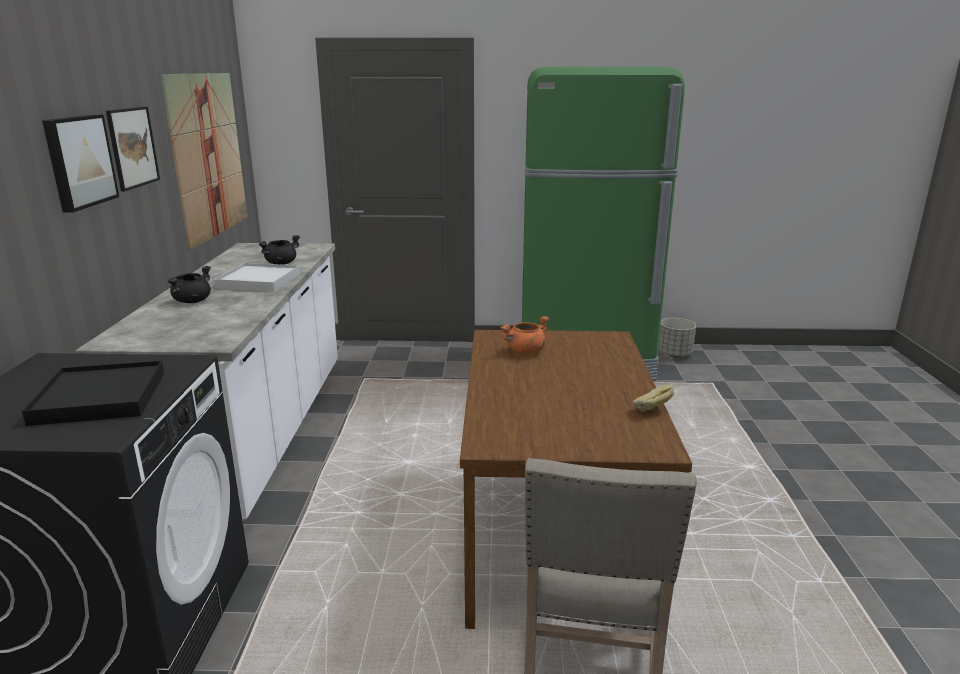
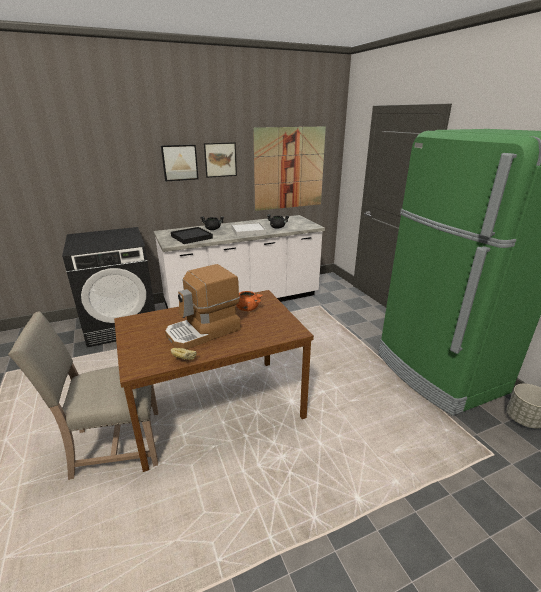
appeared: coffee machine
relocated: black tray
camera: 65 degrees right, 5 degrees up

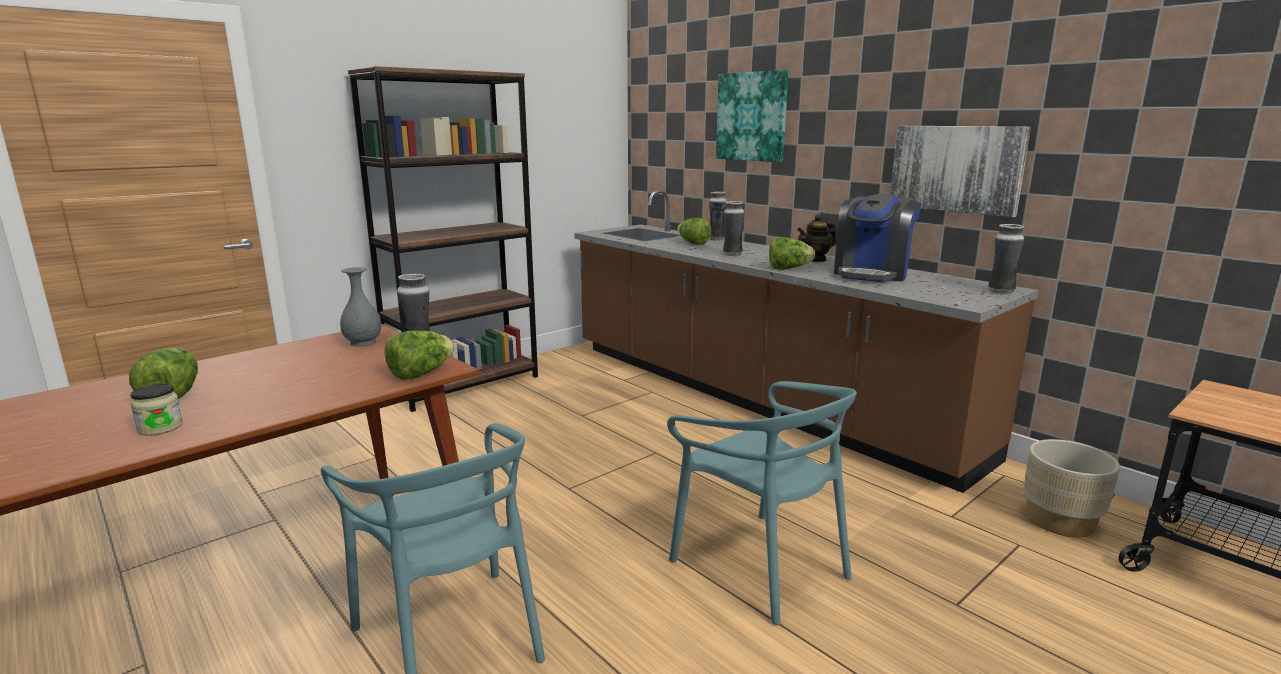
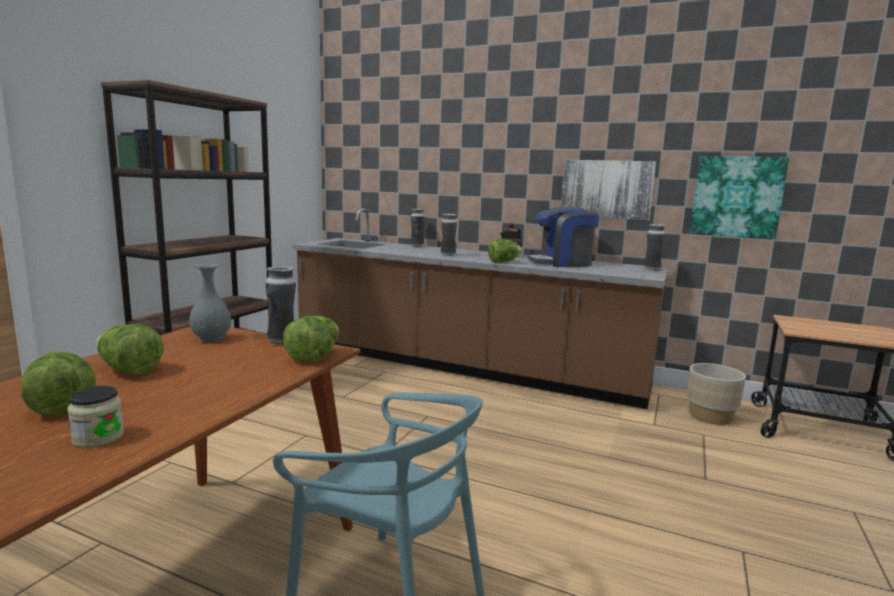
missing: turquoise chair (no. 2 from left)
relocated: picture (no. 1 from left in the first image) to picture (no. 2 from left); lettuce (no. 3 from left in the first image) to lettuce (no. 2 from left)
spun: coffee machine 75 degrees clockwise
camera: 25 degrees left, 5 degrees down

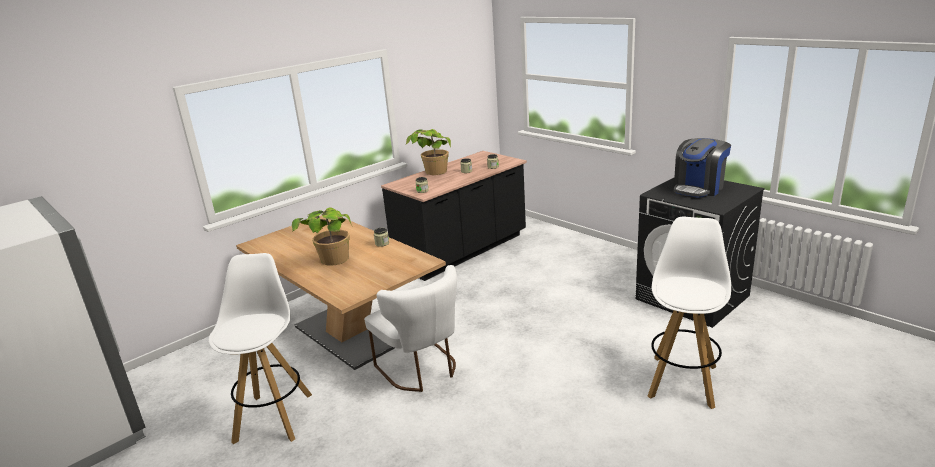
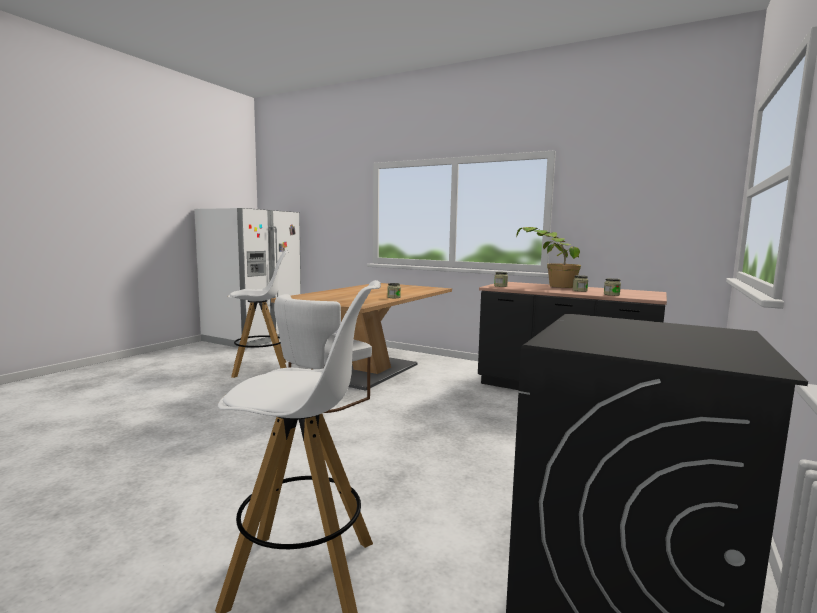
missing: coffee machine; potted plant (no. 1 from left)
camera: 70 degrees right, 15 degrees down

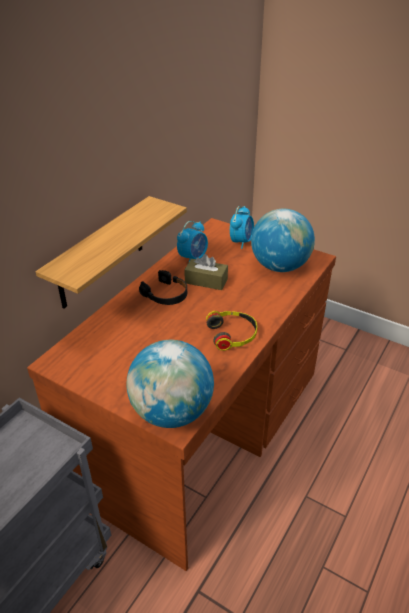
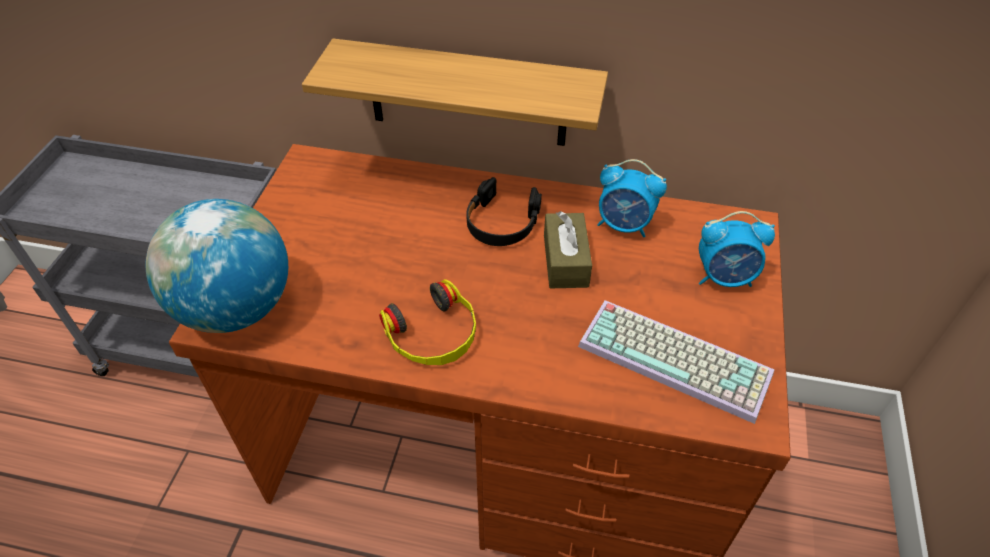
exchanged: globe (no. 2 from left) to keyboard
camera: 70 degrees right, 10 degrees up

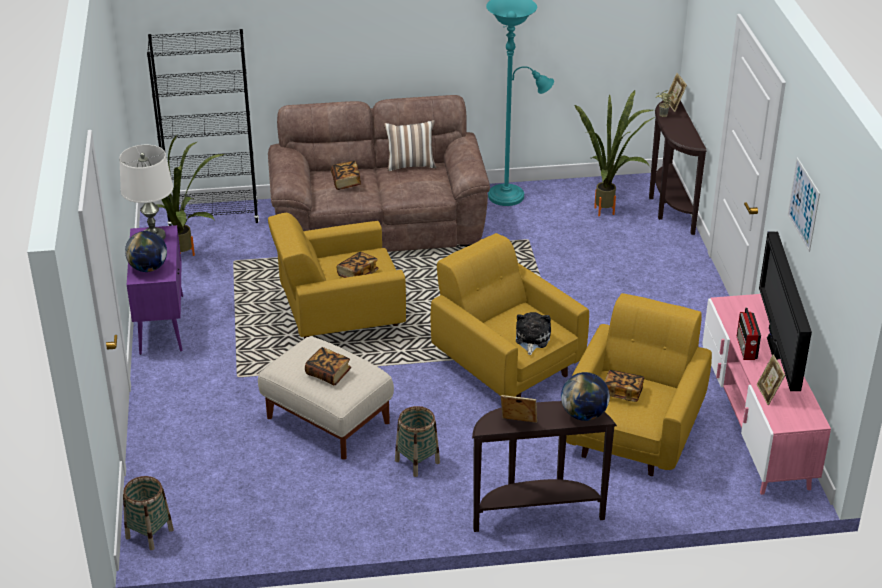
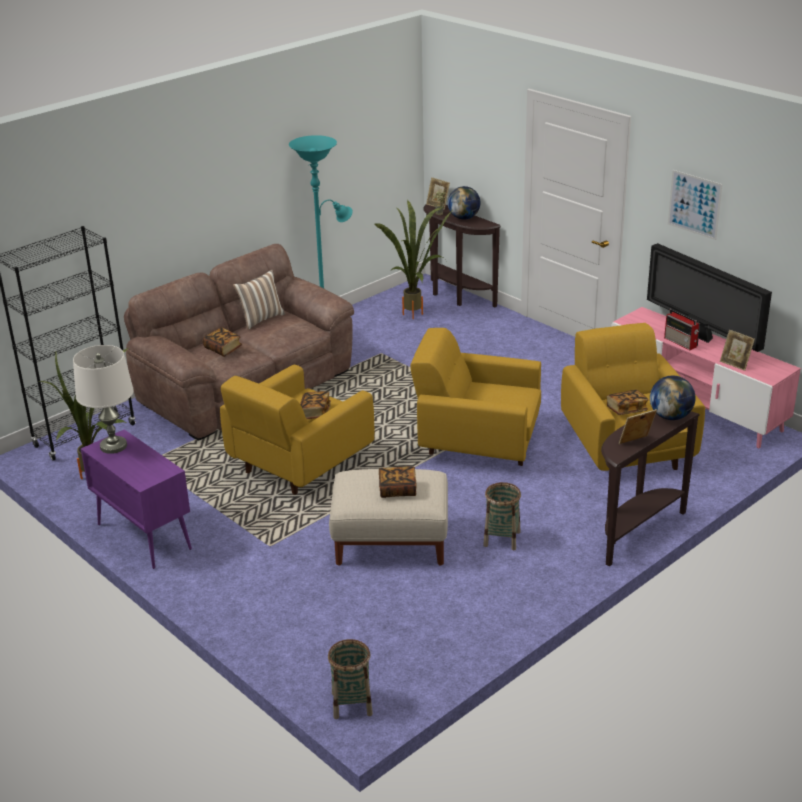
missing: plush toy
relocated: globe (no. 1 from left)
camera: 35 degrees left, 5 degrees down

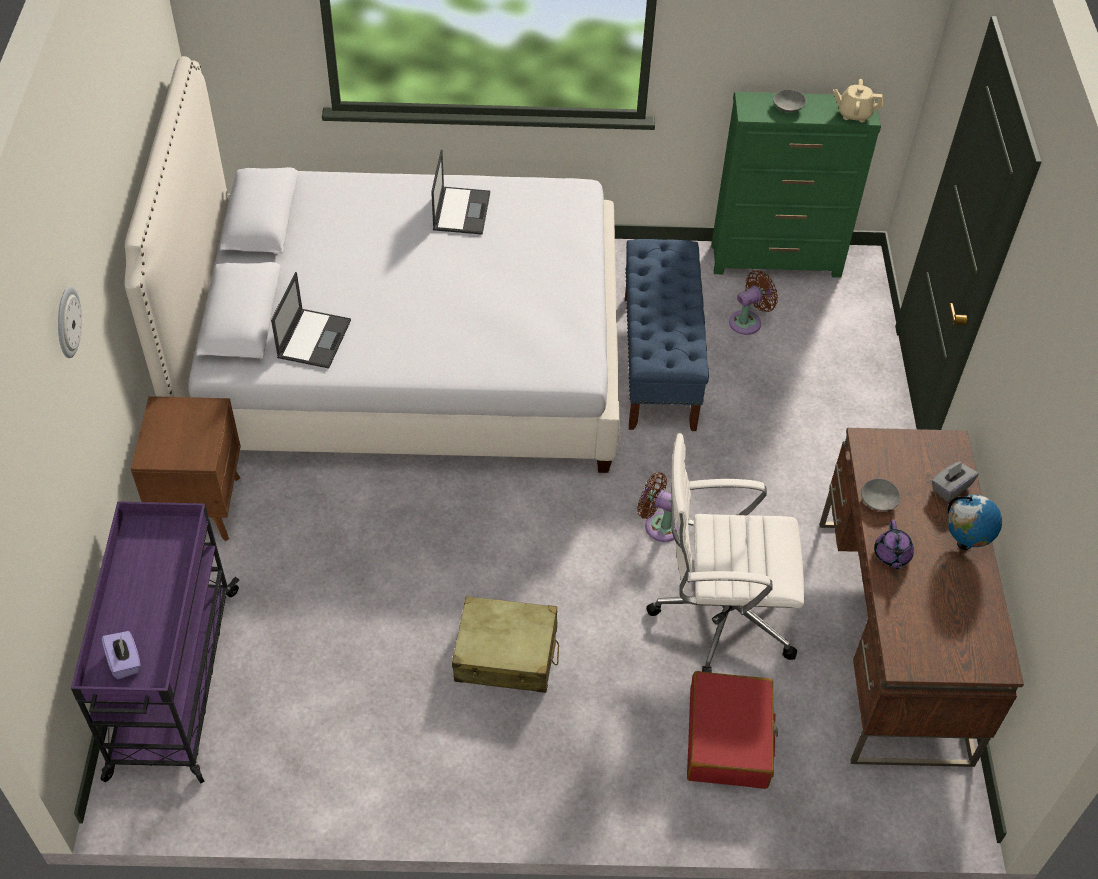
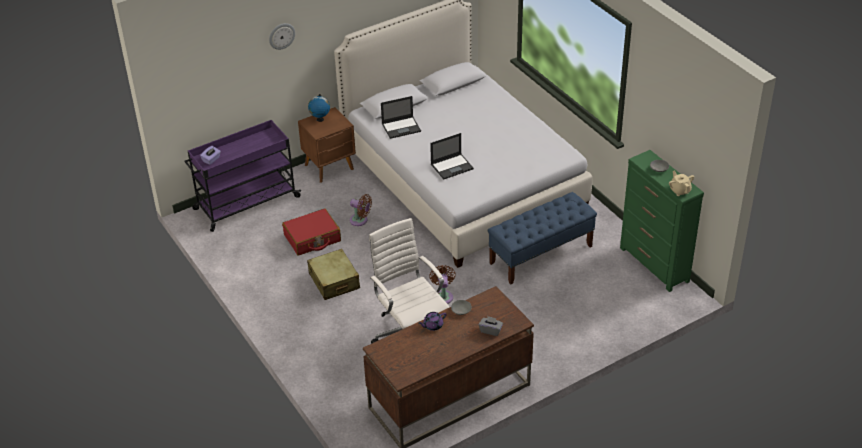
relocated: laptop (no. 2 from left); brown fan (no. 2 from left in the first image) to brown fan (no. 1 from left); globe; red suitcase
camera: 60 degrees right, 10 degrees down

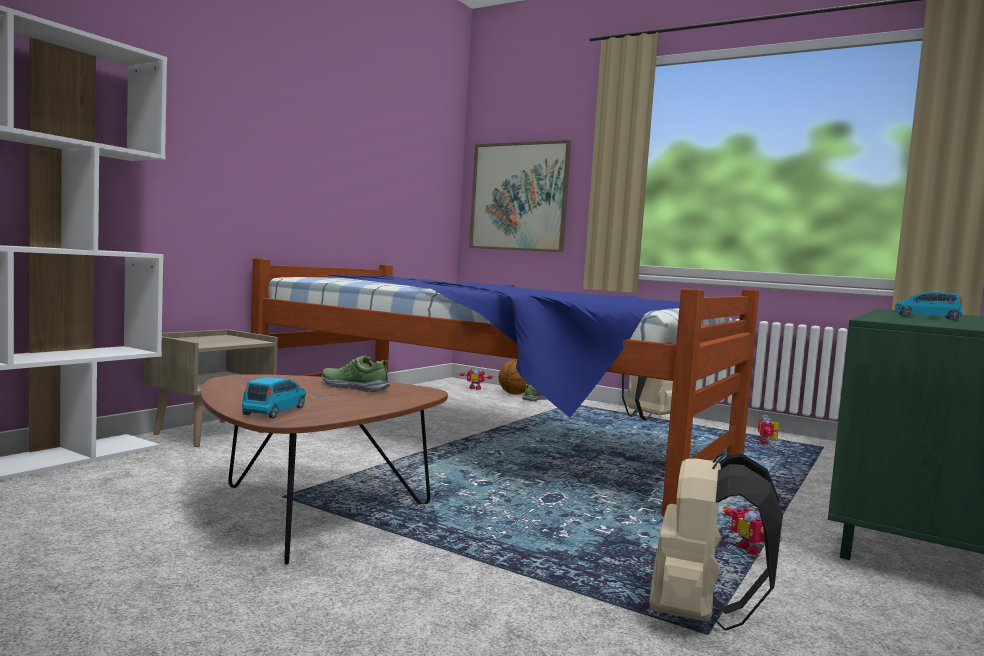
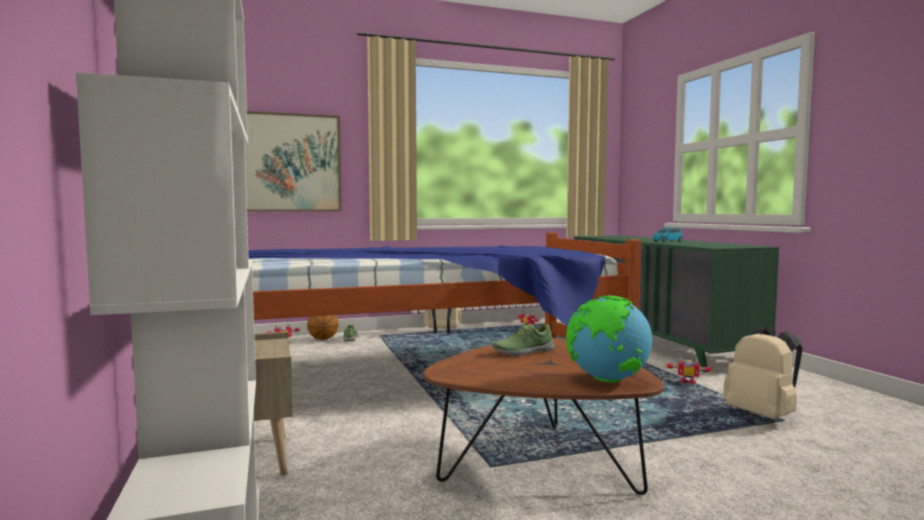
exchanged: blue toy car (no. 1 from left) to globe
camera: 50 degrees left, 0 degrees up

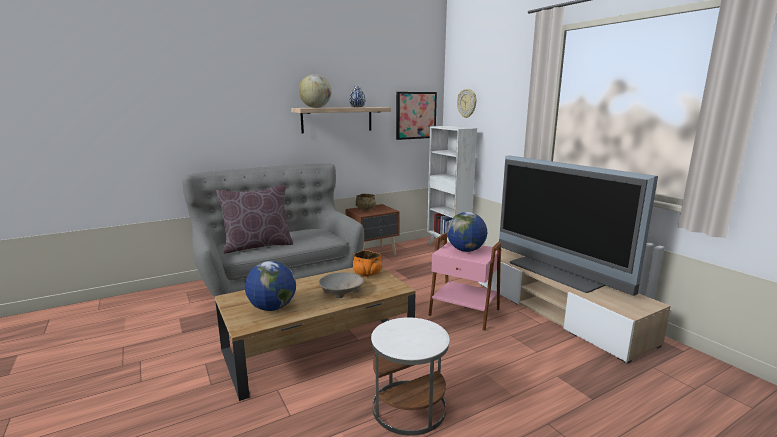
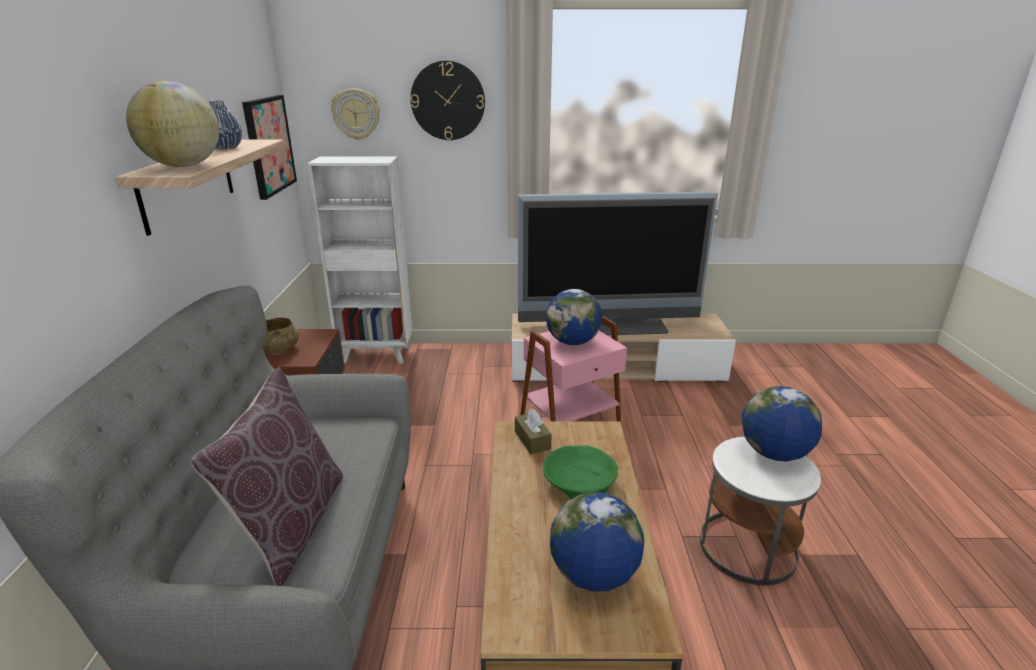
appeared: wall clock (no. 2 from left); globe (no. 4 from left)
exchanged: orange bowl to brown tissue box
colour: beige bowl (no. 1 from left) to green bowl
camera: 60 degrees left, 10 degrees up

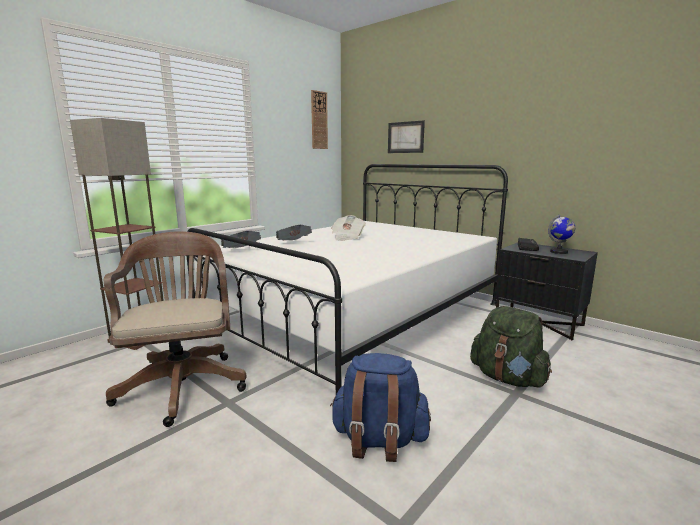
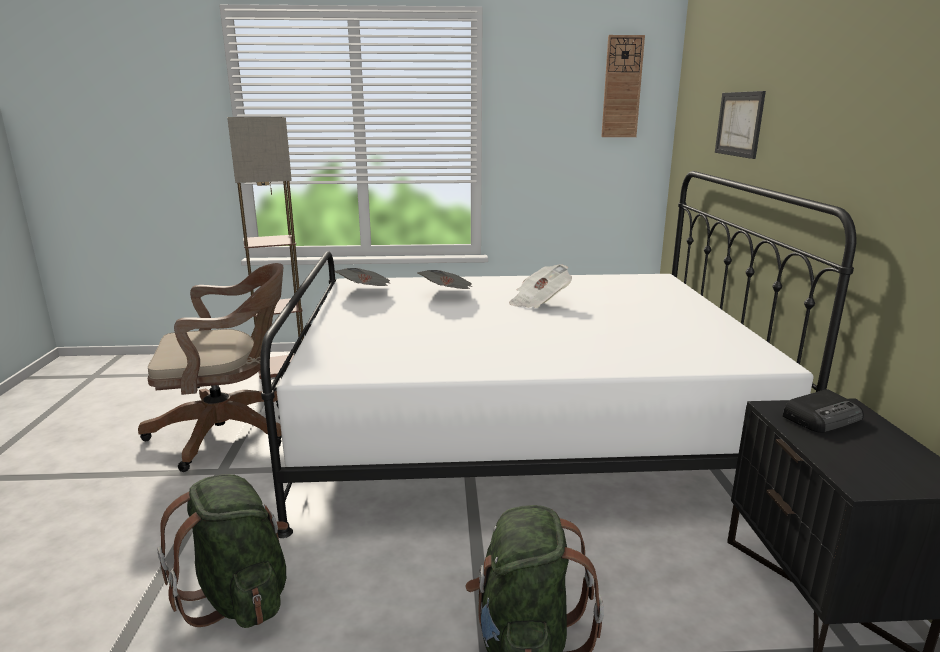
missing: globe
colour: blue backpack to green backpack (no. 1 from left)
spun: brown office chair 45 degrees clockwise
camera: 45 degrees right, 5 degrees up

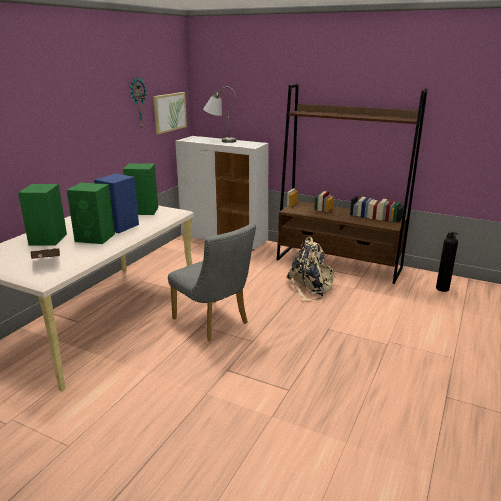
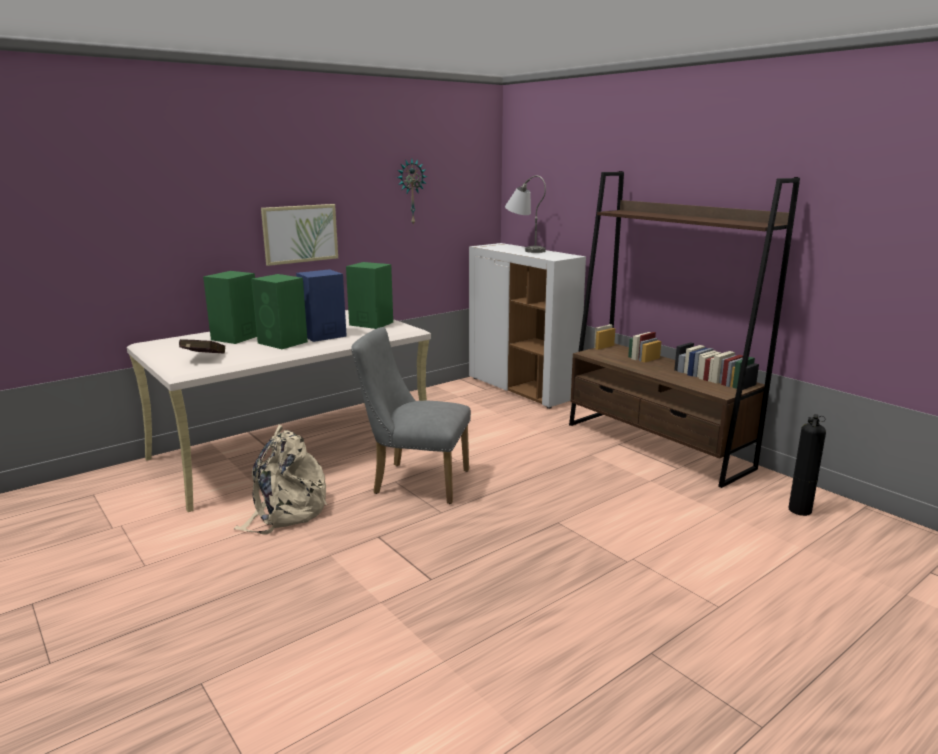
relocated: picture; beige backpack
spun: grey chair 120 degrees clockwise
camera: 25 degrees right, 5 degrees down

